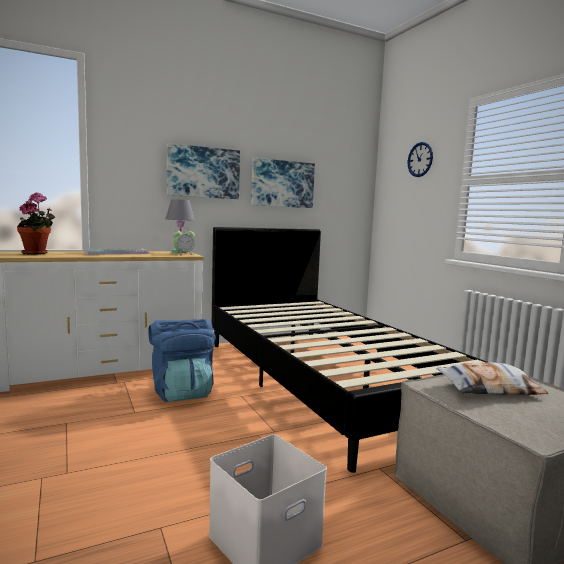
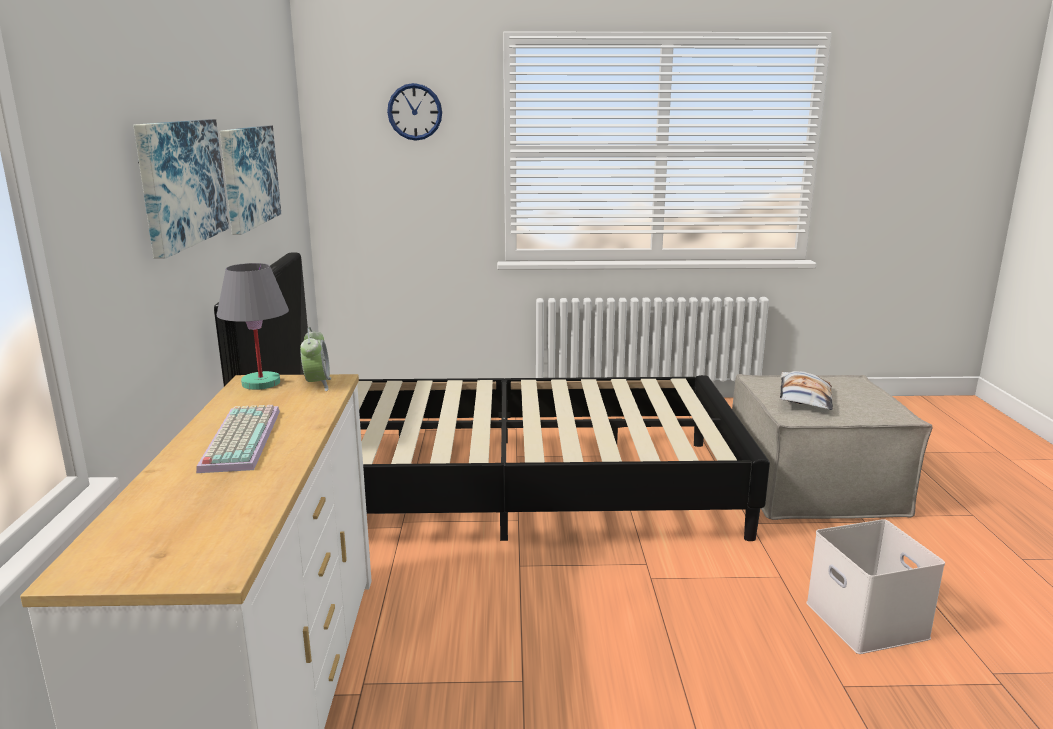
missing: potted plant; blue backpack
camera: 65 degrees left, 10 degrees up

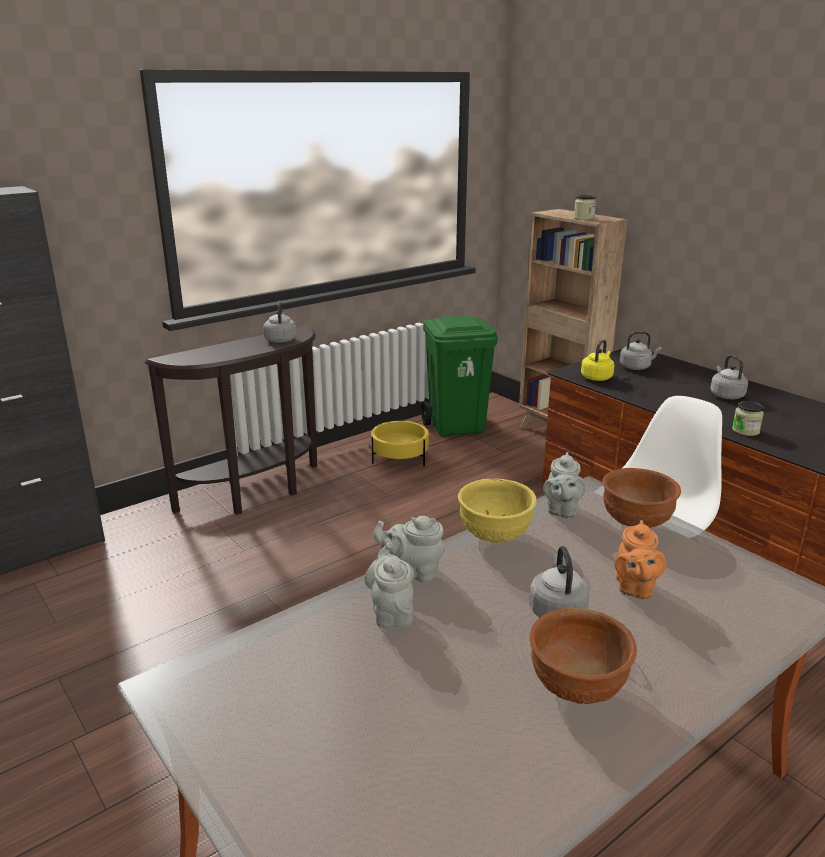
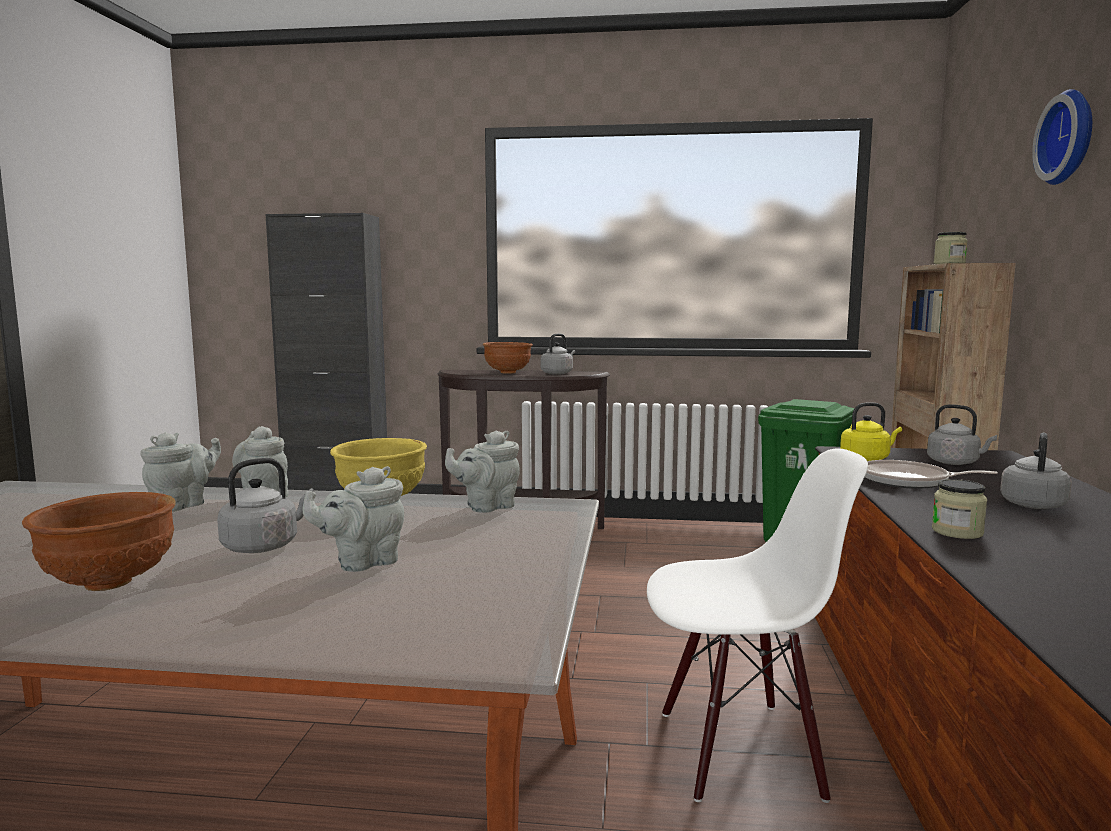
missing: yellow planter
appeared: wall clock; frying pan
relocated: brown bowl (no. 2 from left)
colour: orange teapot to grey teapot (no. 3 from left)
camera: 45 degrees right, 15 degrees down

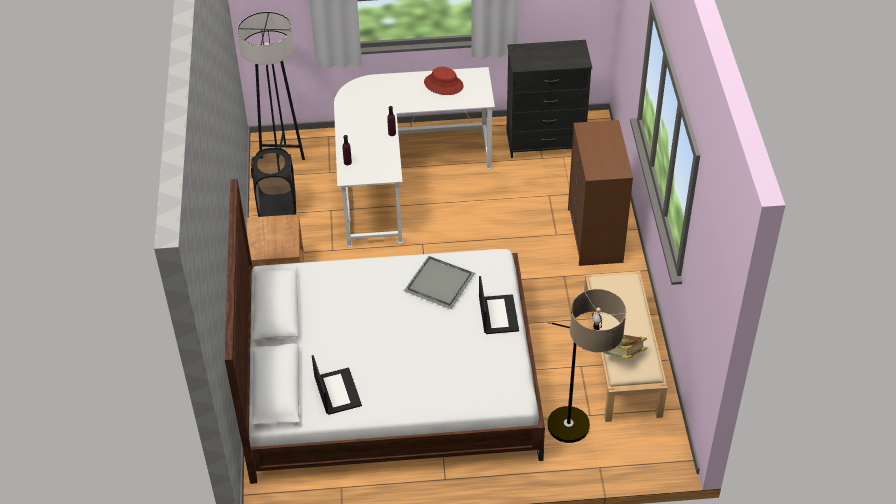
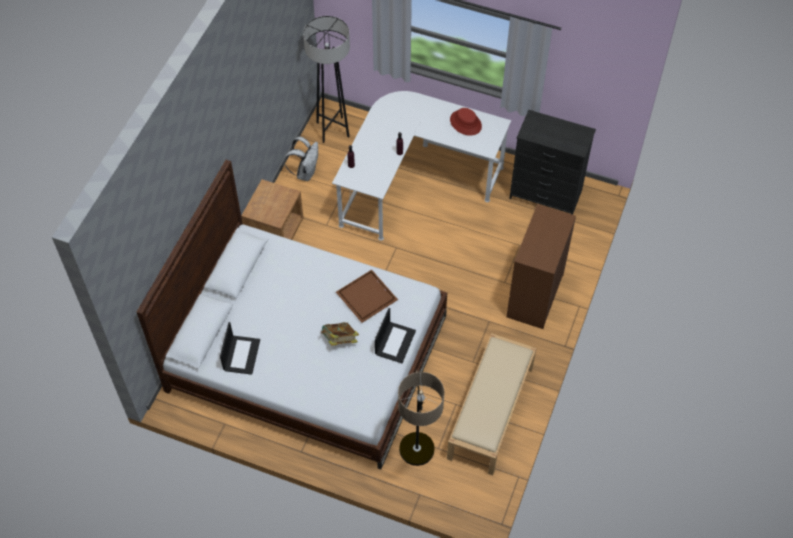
relocated: book
exchanged: black laundry basket to white backpack
colour: grey tray to brown tray
camera: 25 degrees right, 10 degrees up

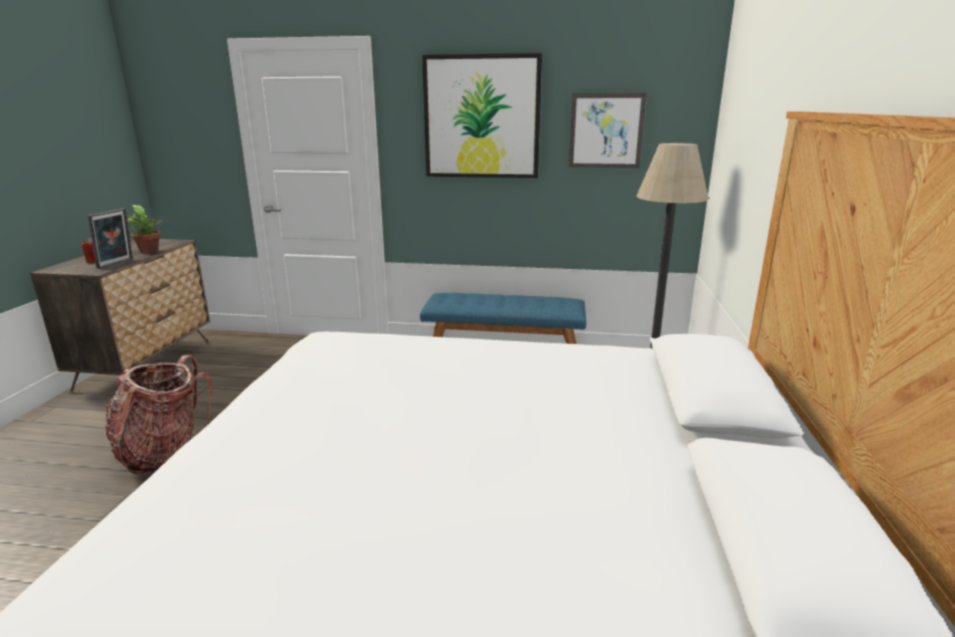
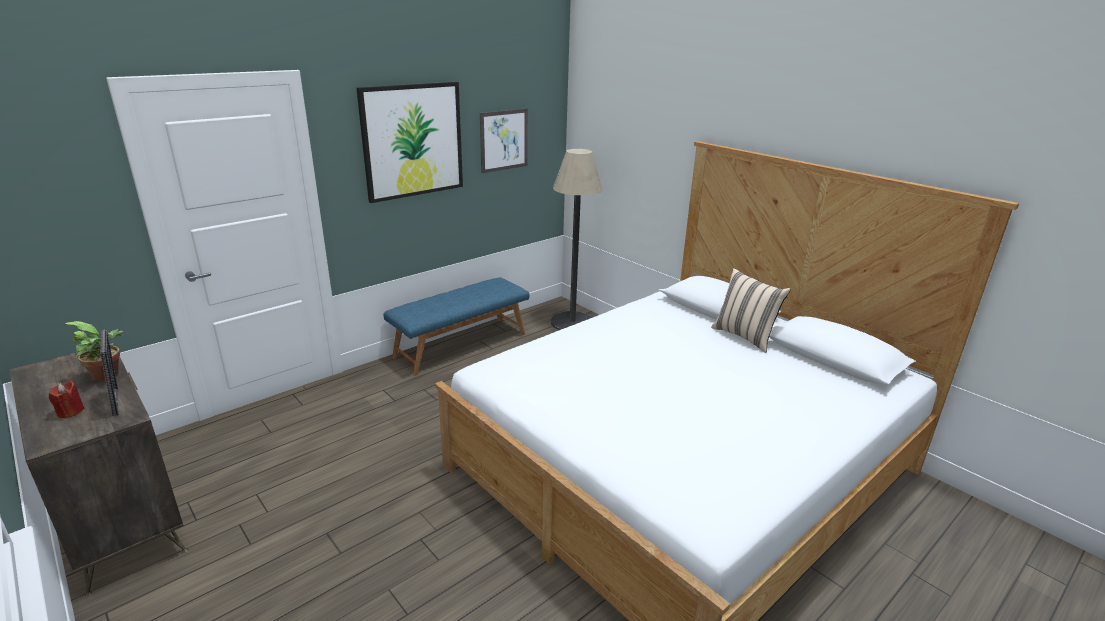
missing: backpack
appeared: beige pillow
camera: 50 degrees left, 5 degrees up

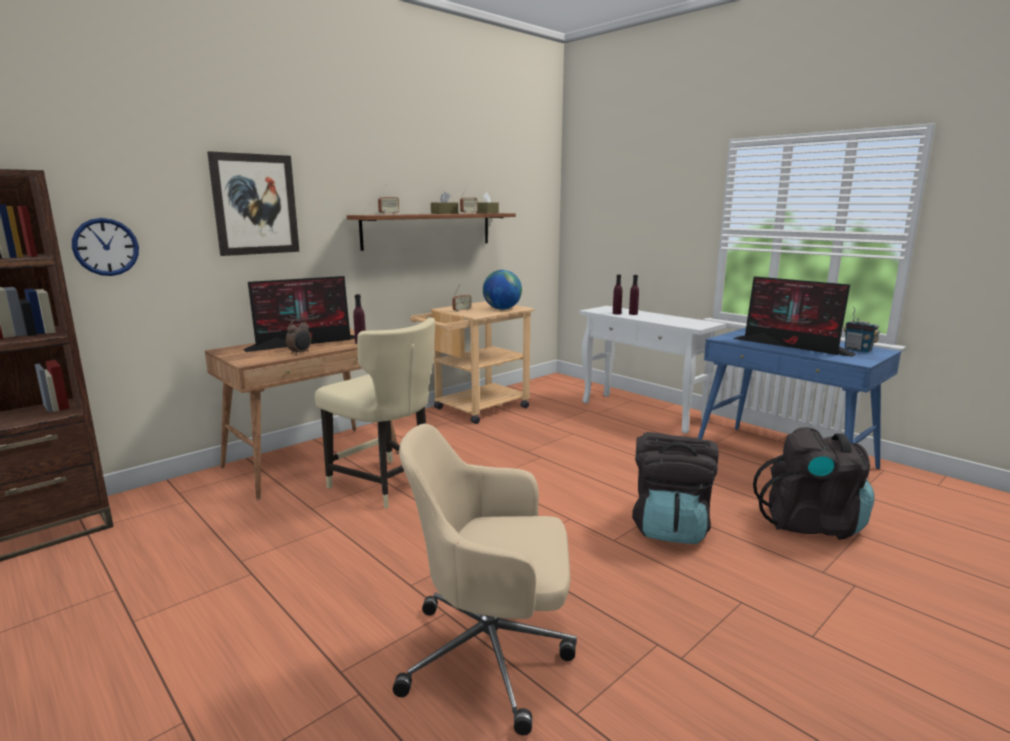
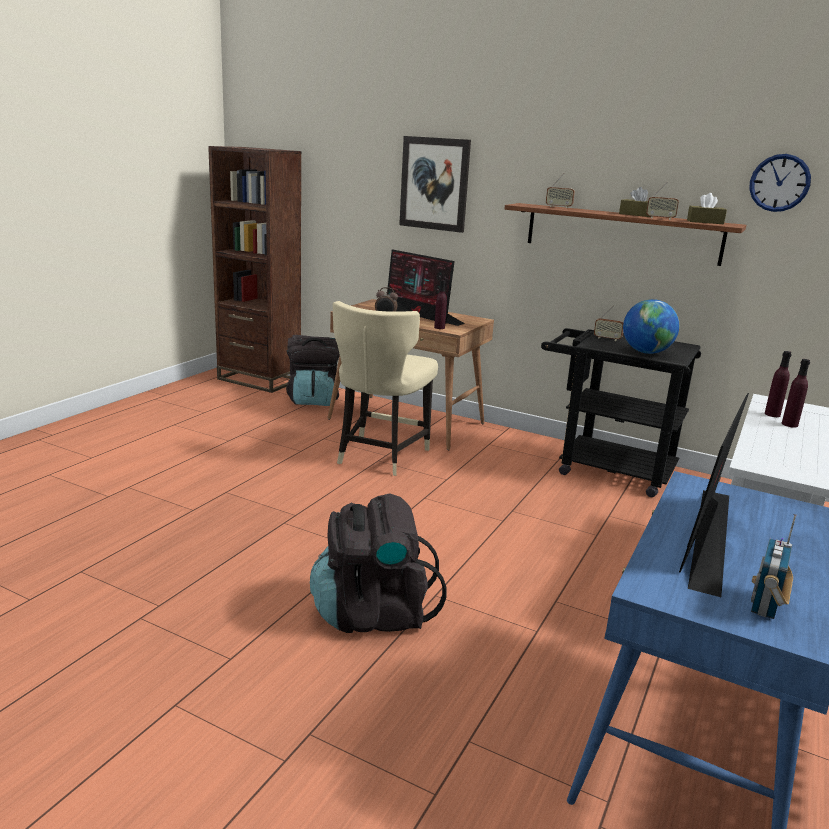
missing: beige office chair
relocated: wall clock; black backpack (no. 2 from left in the first image) to black backpack (no. 1 from left)
colour: beige cart to black cart
camera: 70 degrees right, 5 degrees up

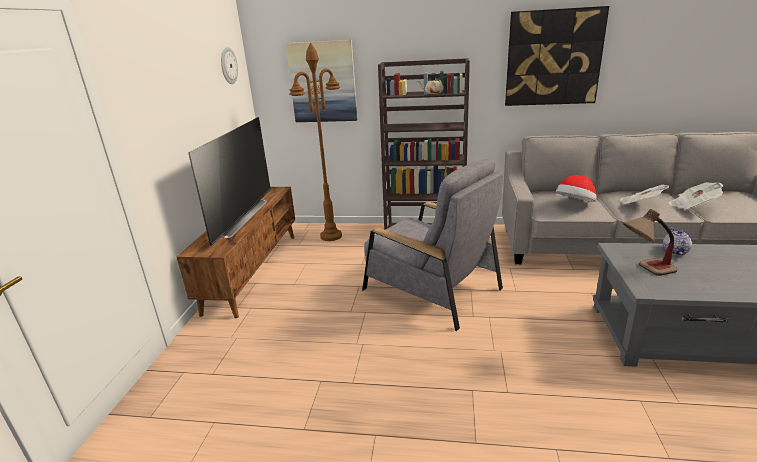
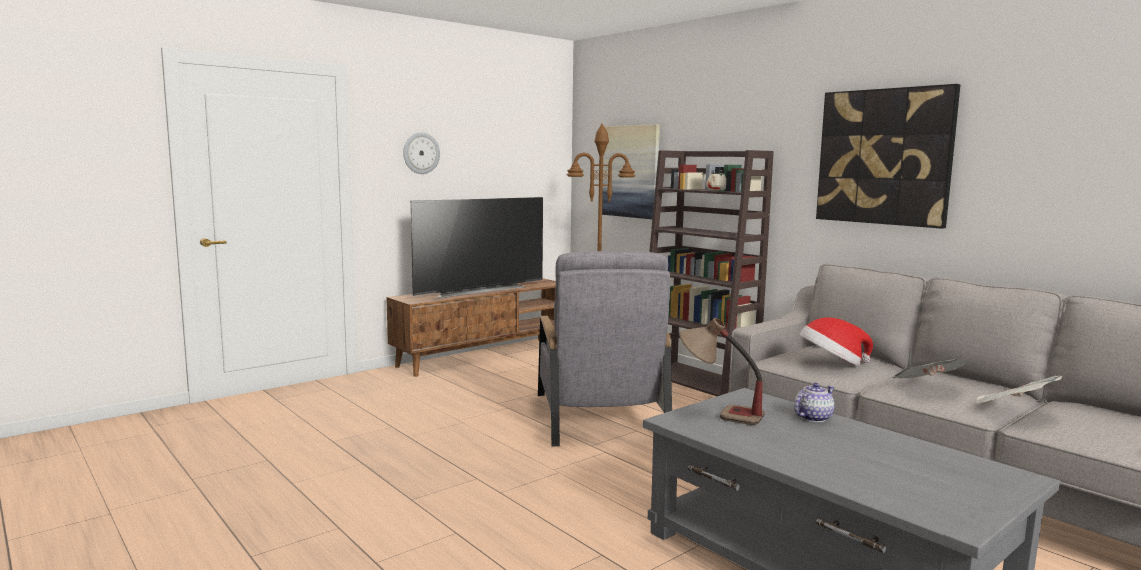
relocated: wall clock
camera: 40 degrees right, 15 degrees down

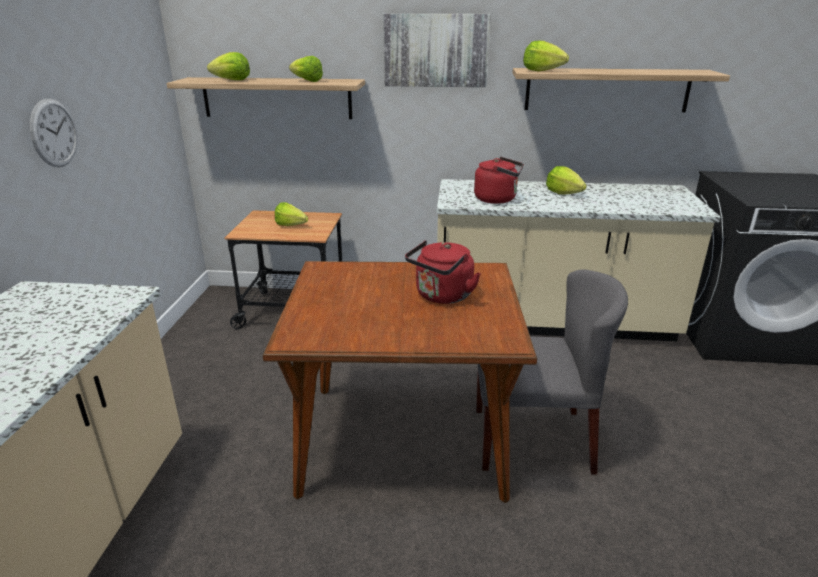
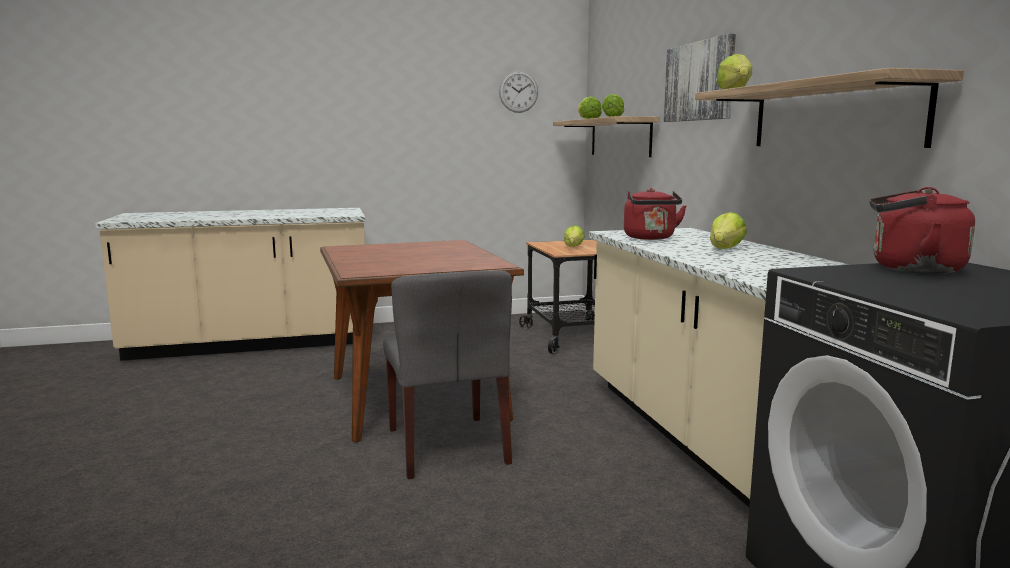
relocated: wall clock; red kettle (no. 1 from left in the first image) to red kettle (no. 2 from left)
camera: 70 degrees right, 15 degrees down

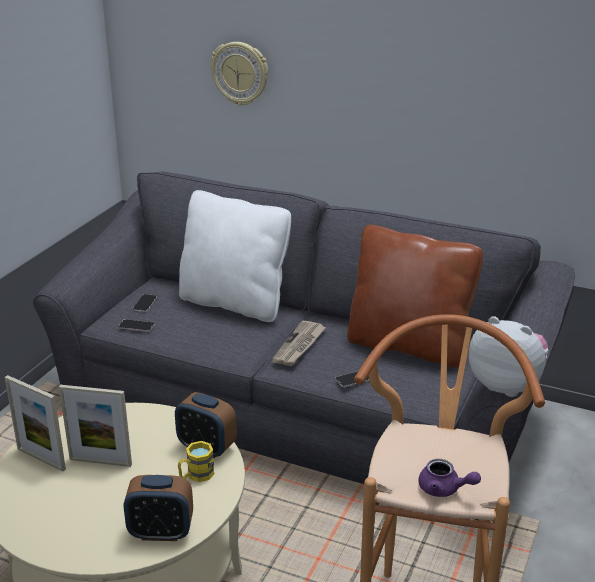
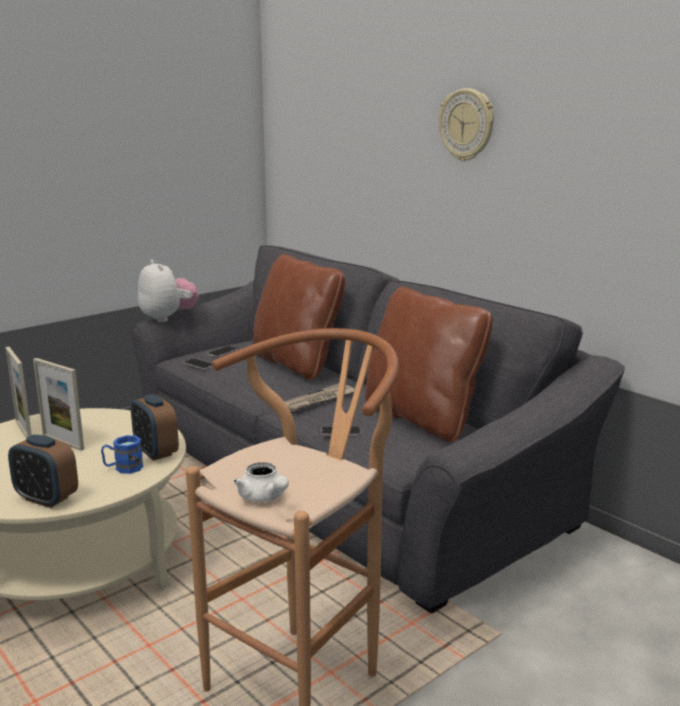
relocated: wall clock; plush toy
colour: white pillow to brown pillow (no. 1 from left); yellow mug to blue mug; purple teapot to white teapot
camera: 25 degrees right, 10 degrees down

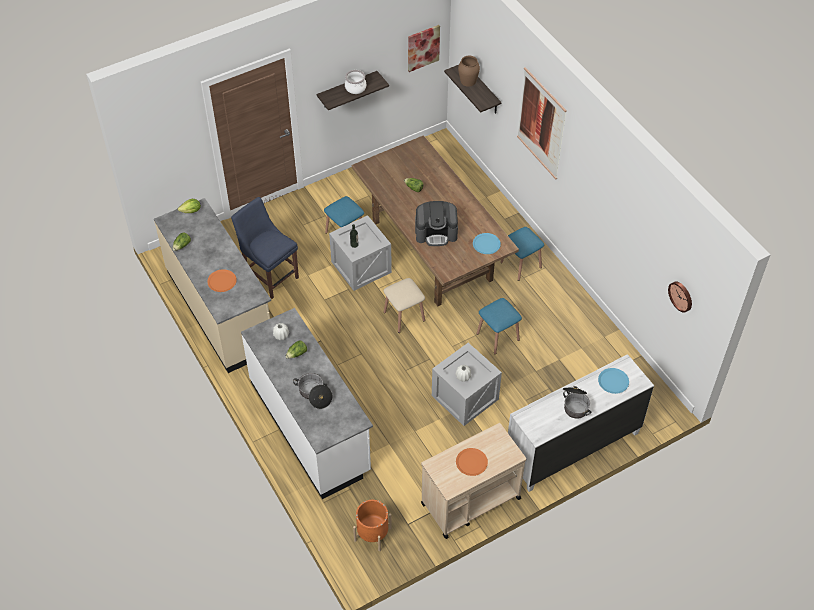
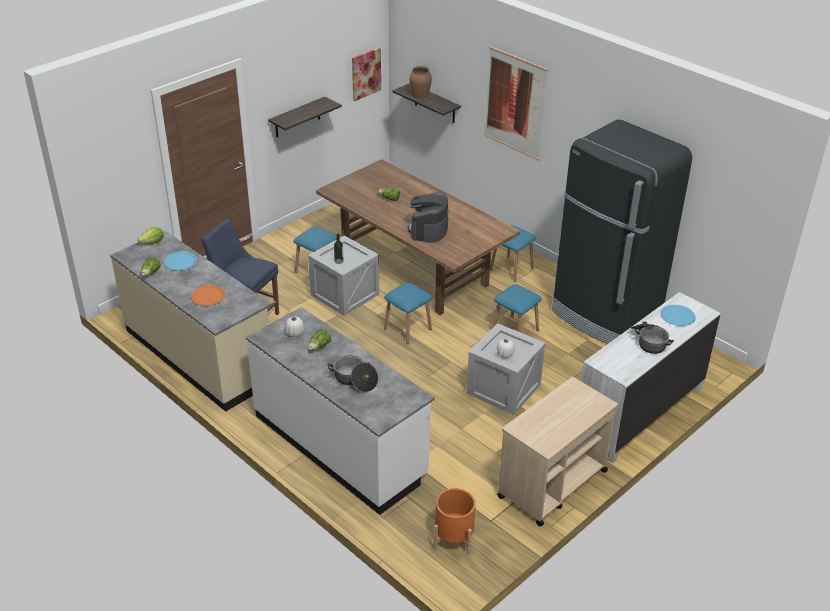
missing: cooking pot (no. 2 from left); wall clock; orange plate (no. 2 from left)
appeared: black fridge
relocated: blue plate (no. 1 from left)
colour: beige stool to blue stool (no. 2 from left)
spun: coffee machine 120 degrees clockwise
camera: 15 degrees left, 15 degrees down

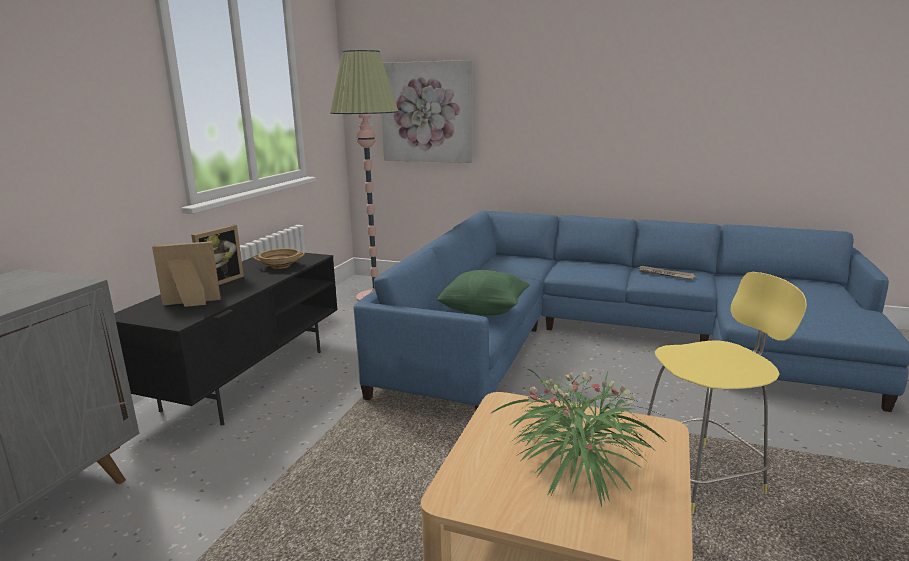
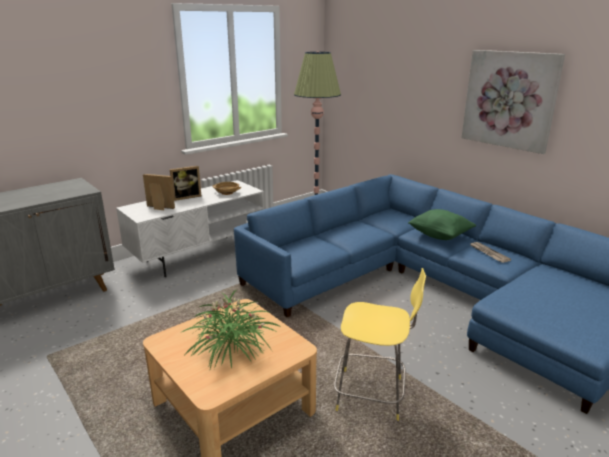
relocated: picture; green pillow
colour: black tv stand to white tv stand
camera: 30 degrees right, 5 degrees up

